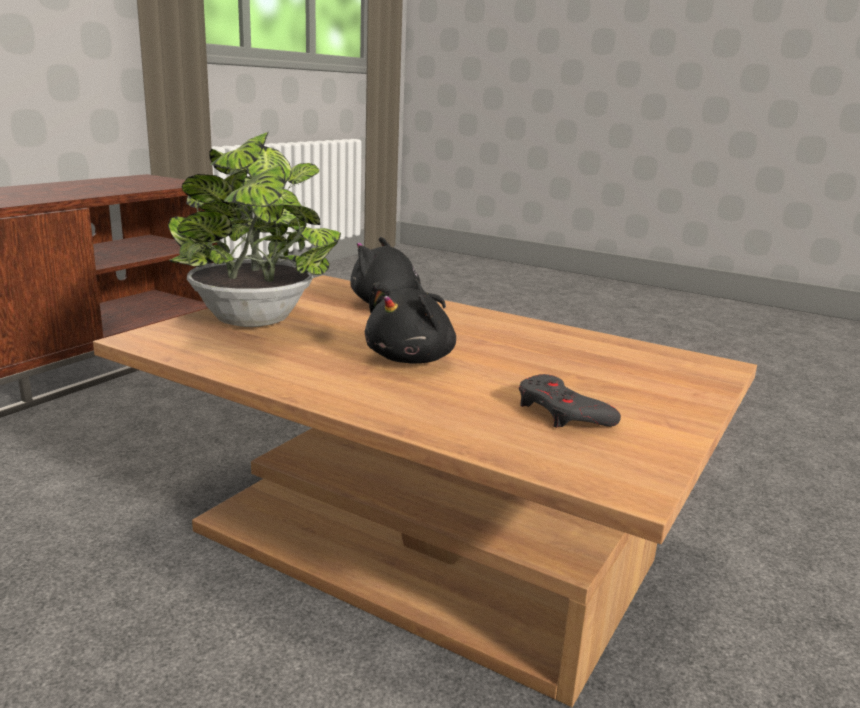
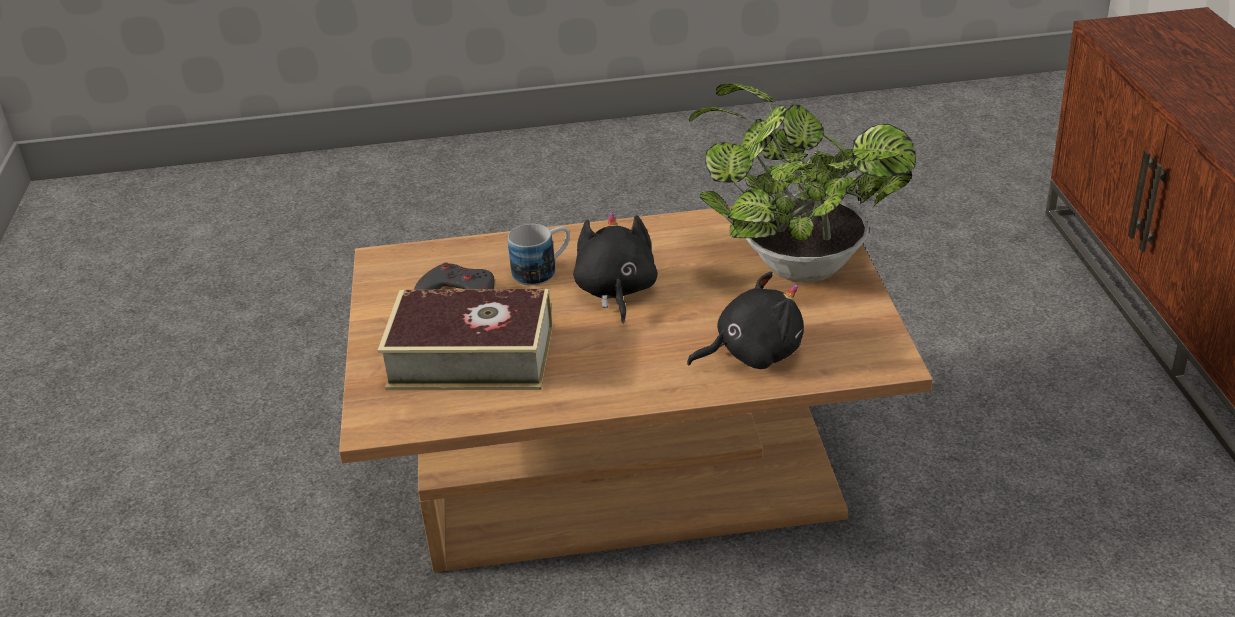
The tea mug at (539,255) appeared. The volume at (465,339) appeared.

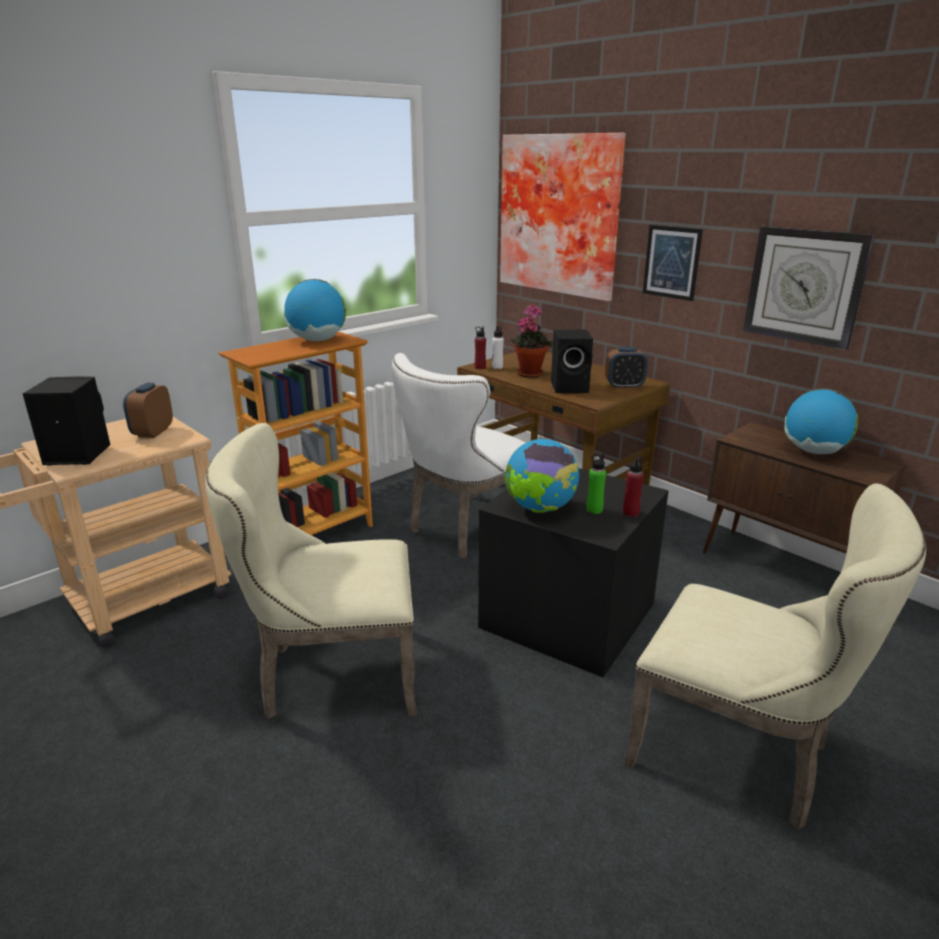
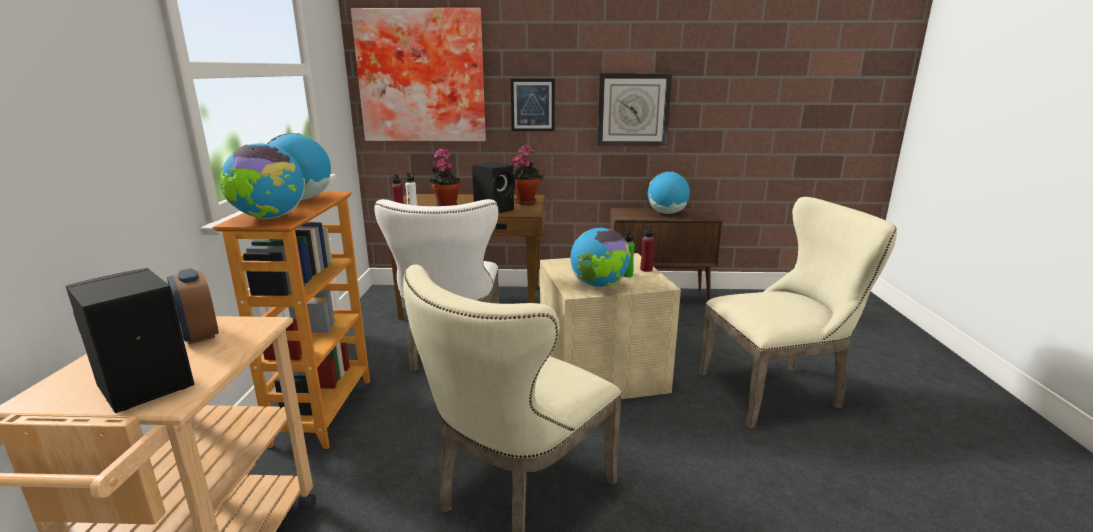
The bedside clock at (626,368) was replaced by the plant in a pot at (528,175). The black storage box at (573,572) became the beige-coloured storage box at (610,326). The world globe at (262,181) appeared.

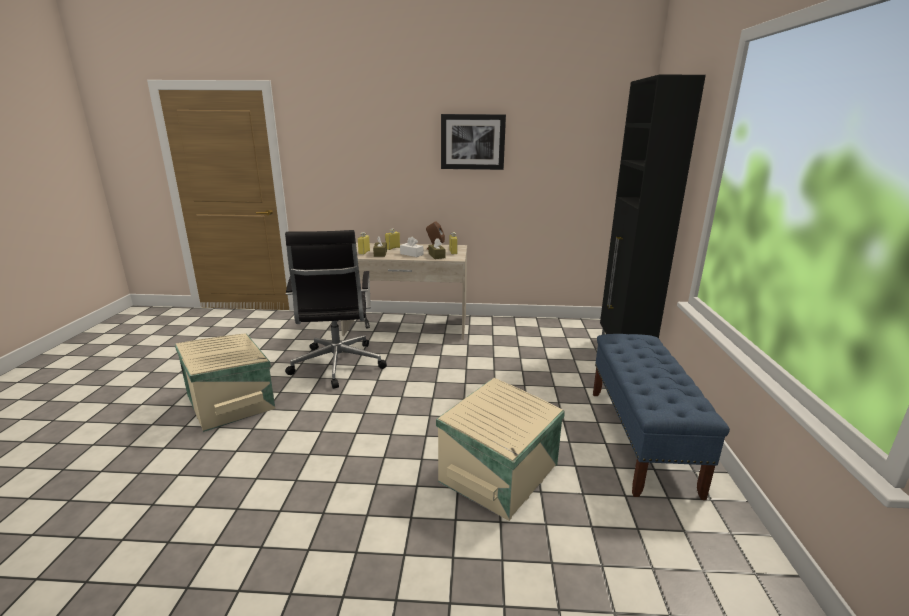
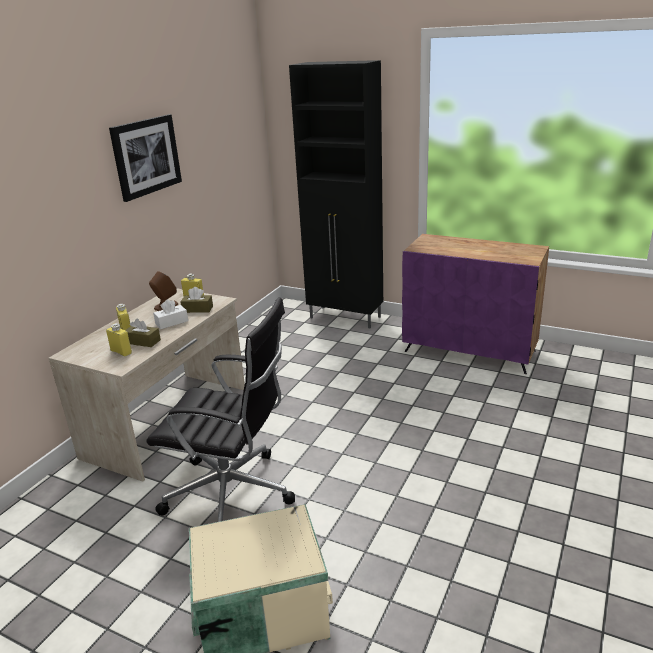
The bluish indoor bench at (661,417) was replaced by the purplish storage cabinet at (475,304). The beige-coloured storage box at (500,449) disappeared.

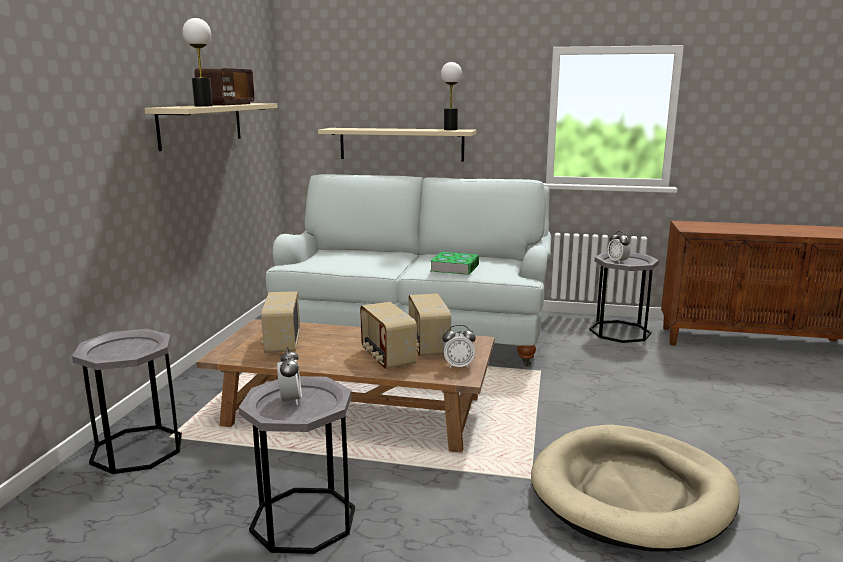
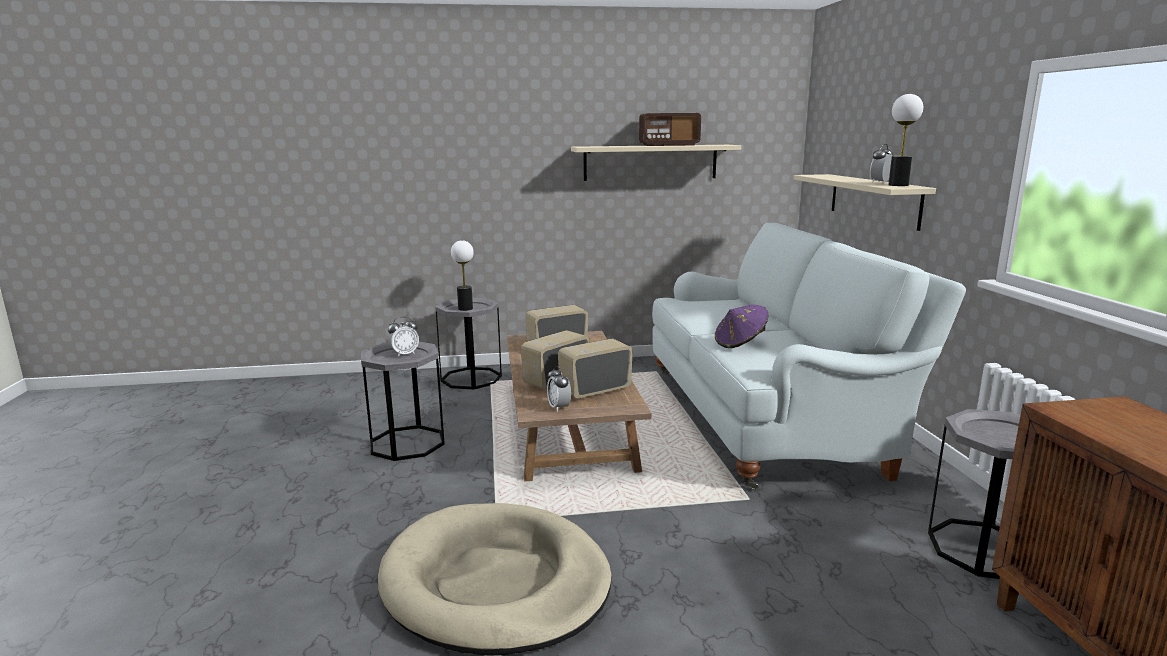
The table lamp moved from (198,62) to (462,275). The bedside clock moved from (619,247) to (881,163). The volume at (455,263) was replaced by the purplish clothing hat at (741,326).

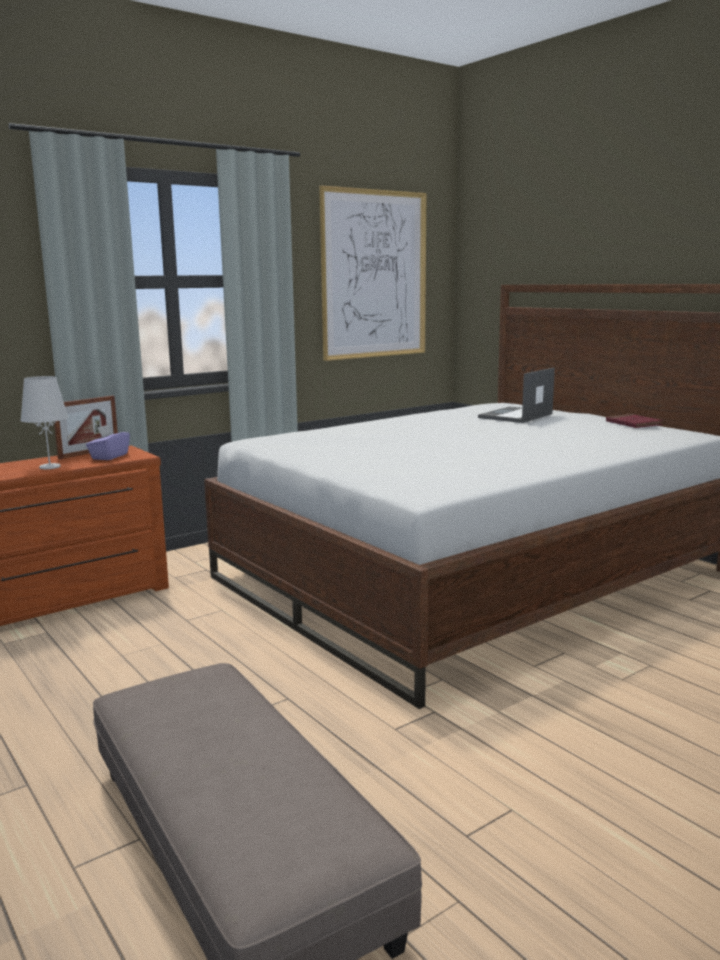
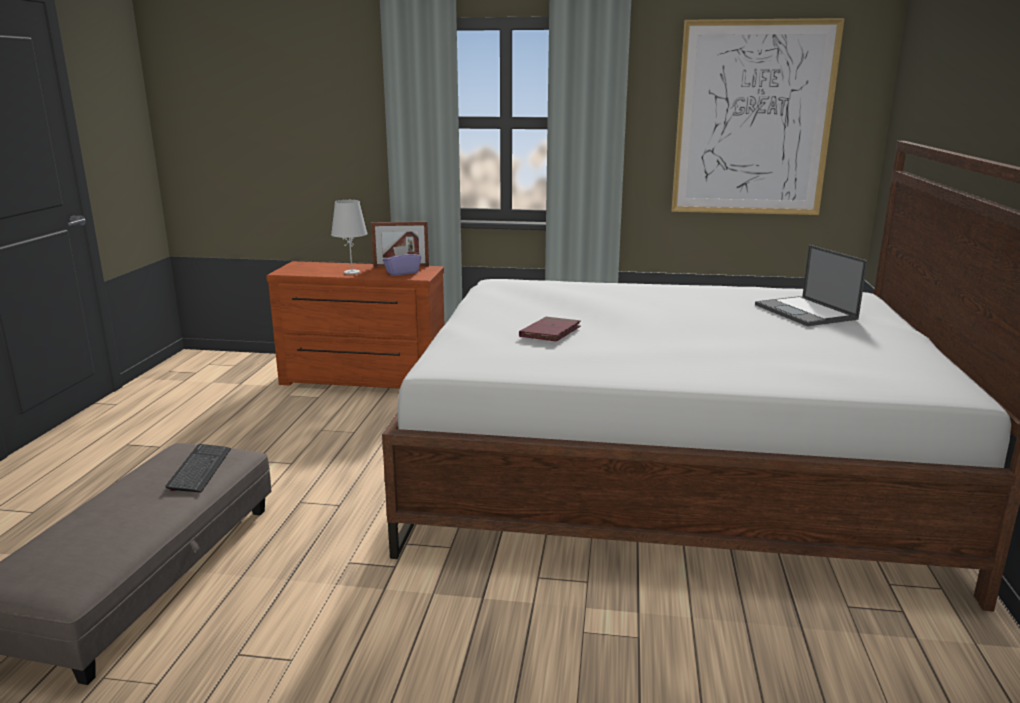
The portable computer at (516,395) turned 105 degrees counterclockwise. The red-coloured volume moved from (634,421) to (550,328). The keyboard at (198,468) appeared.

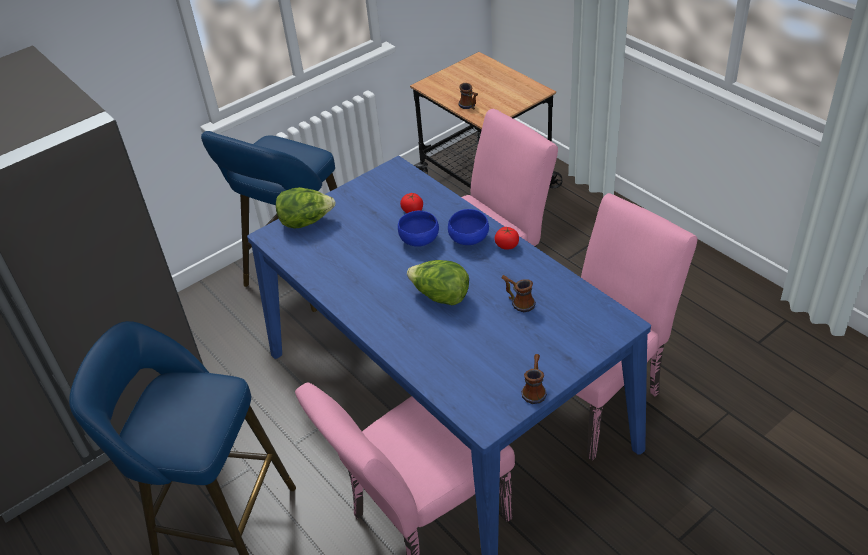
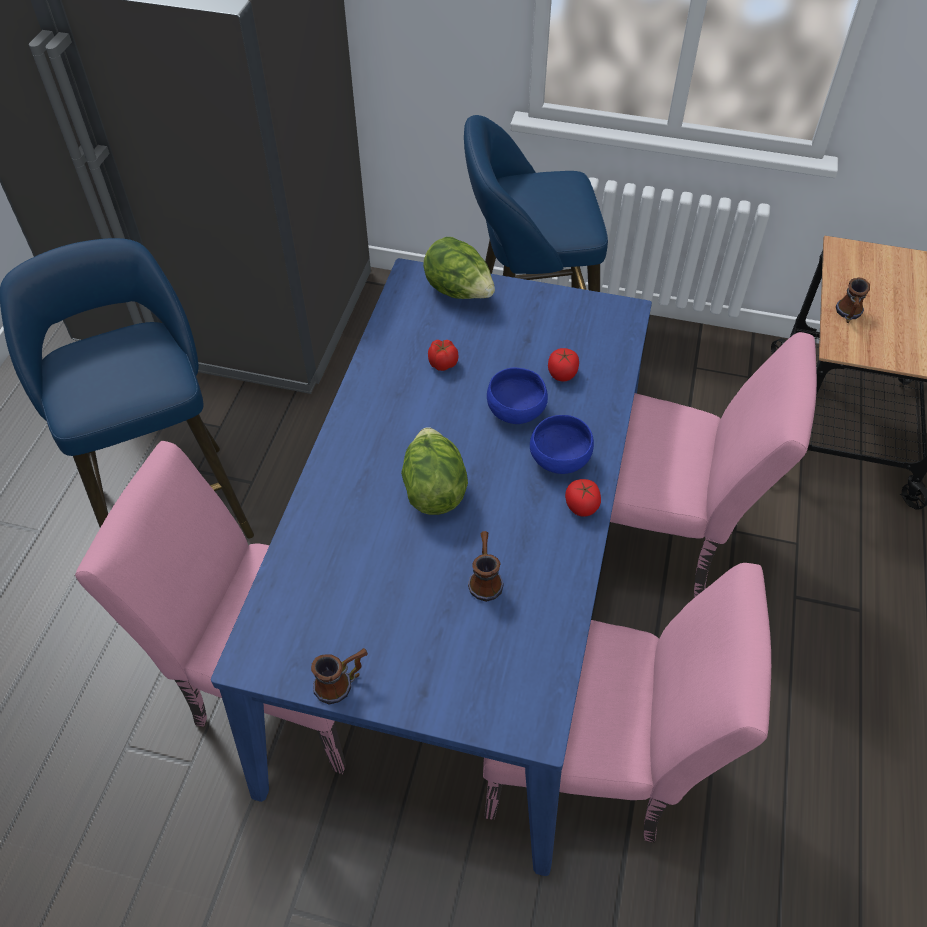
The fresh tomato at (443,355) appeared.

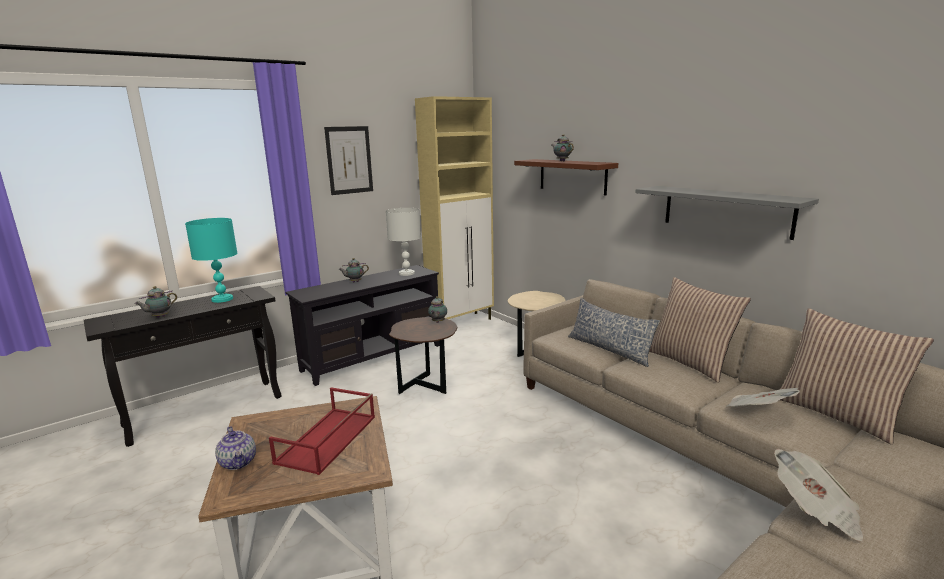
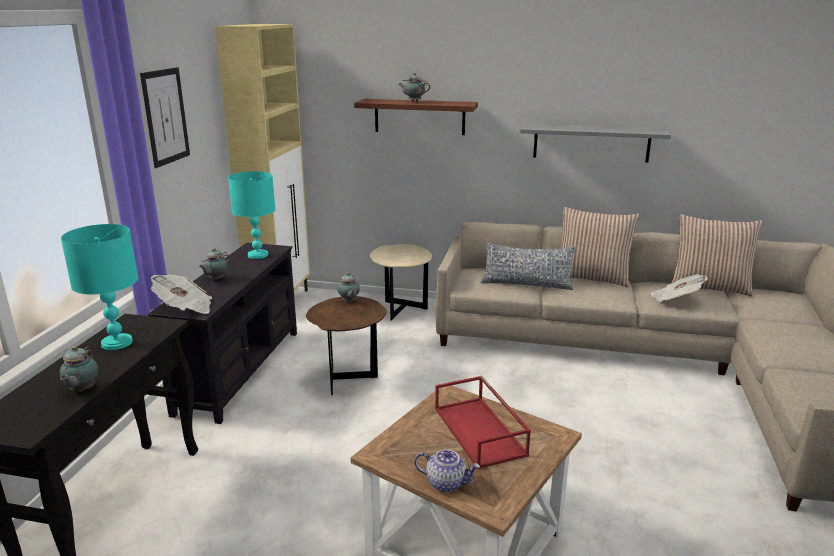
The white-coloured table lamp at (403,242) became the turquoise-coloured table lamp at (252,215). The printed paper moved from (818,495) to (181,294).

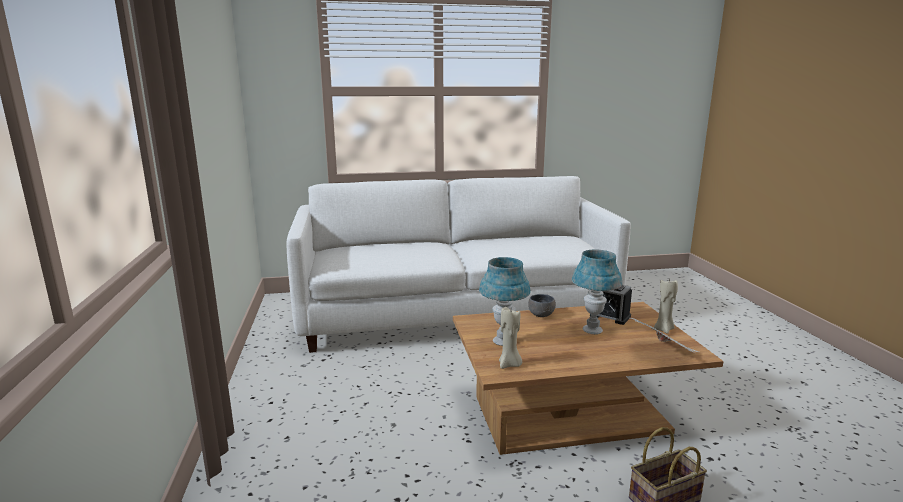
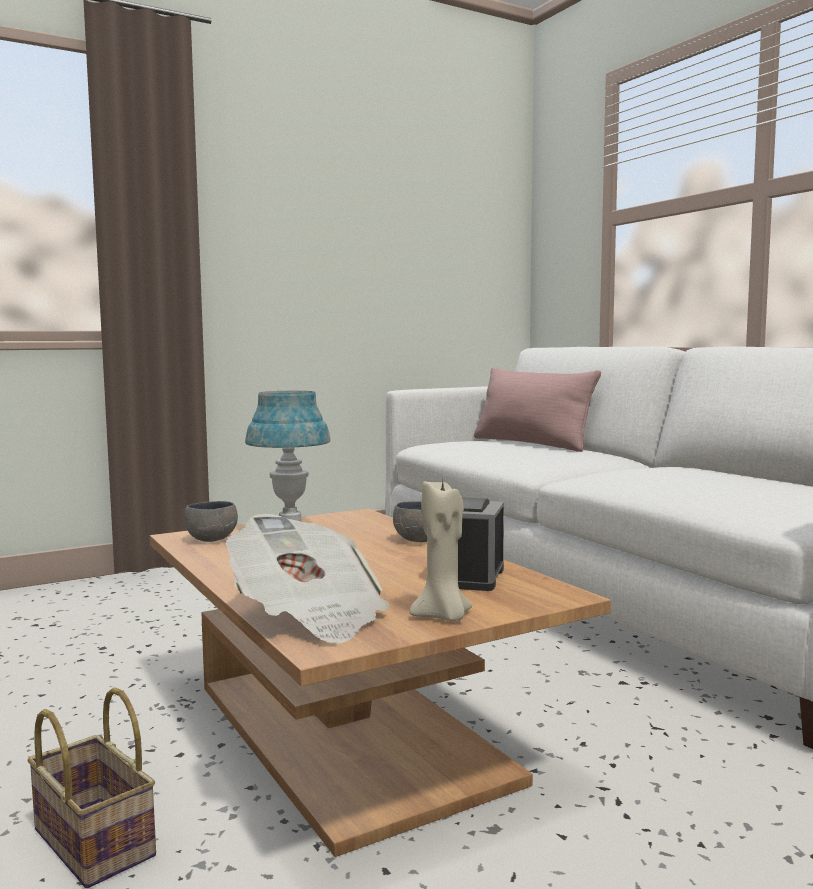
The bluish table lamp at (597,292) disappeared. The beige-coloured wax light at (510,338) was replaced by the greyish serving bowl at (211,521). The pinkish cushion at (537,409) appeared.

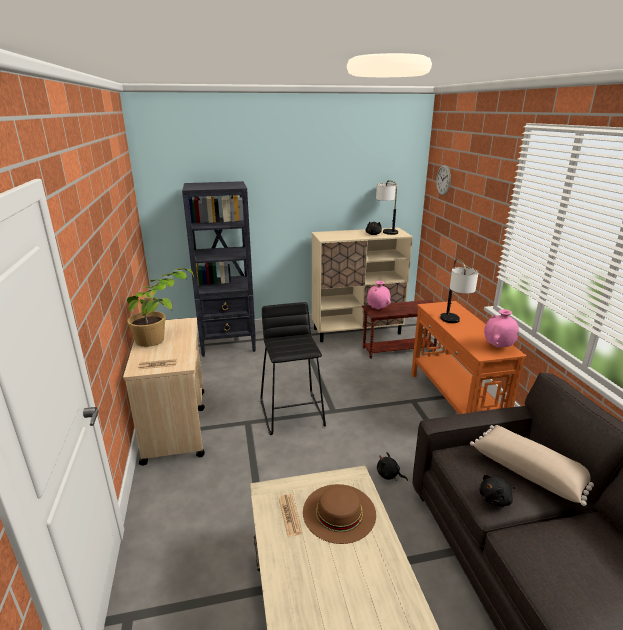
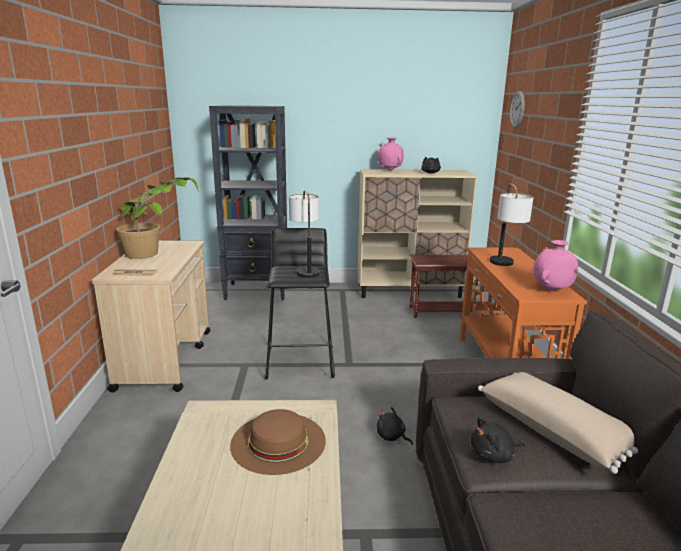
The table lamp moved from (387,207) to (304,234). The pinkish vase moved from (379,295) to (391,154). The printed paper at (290,515) disappeared.

